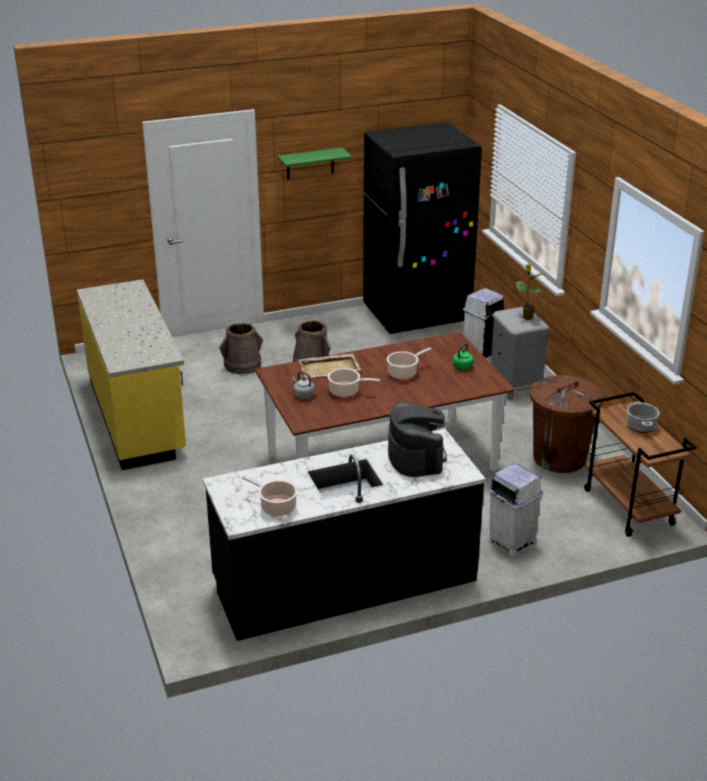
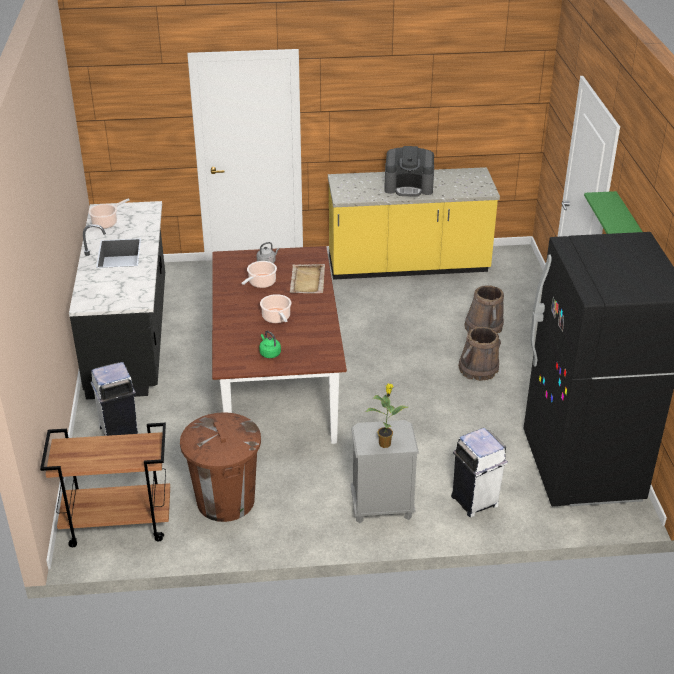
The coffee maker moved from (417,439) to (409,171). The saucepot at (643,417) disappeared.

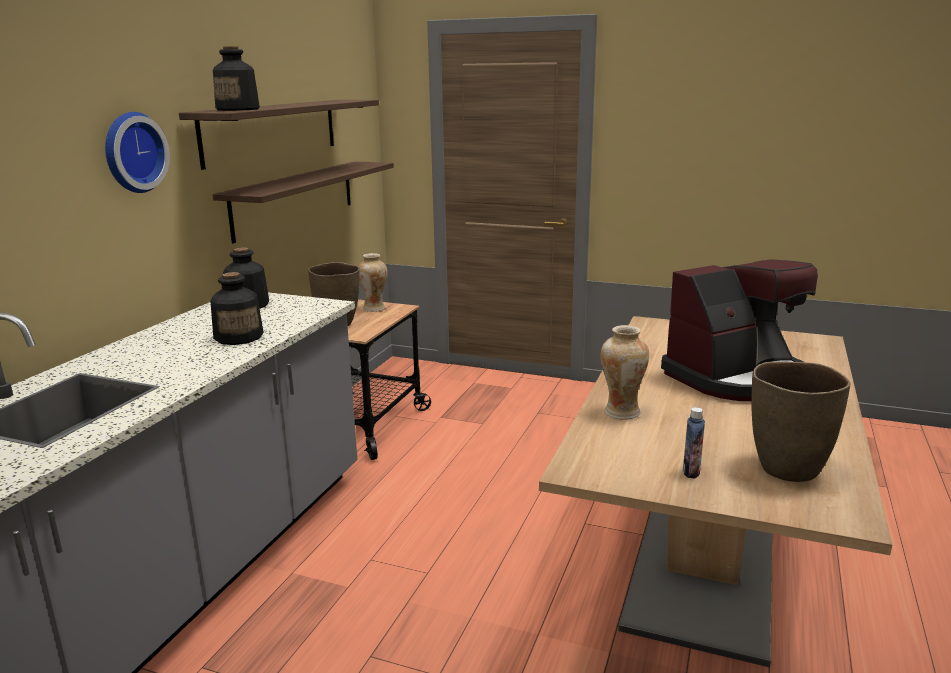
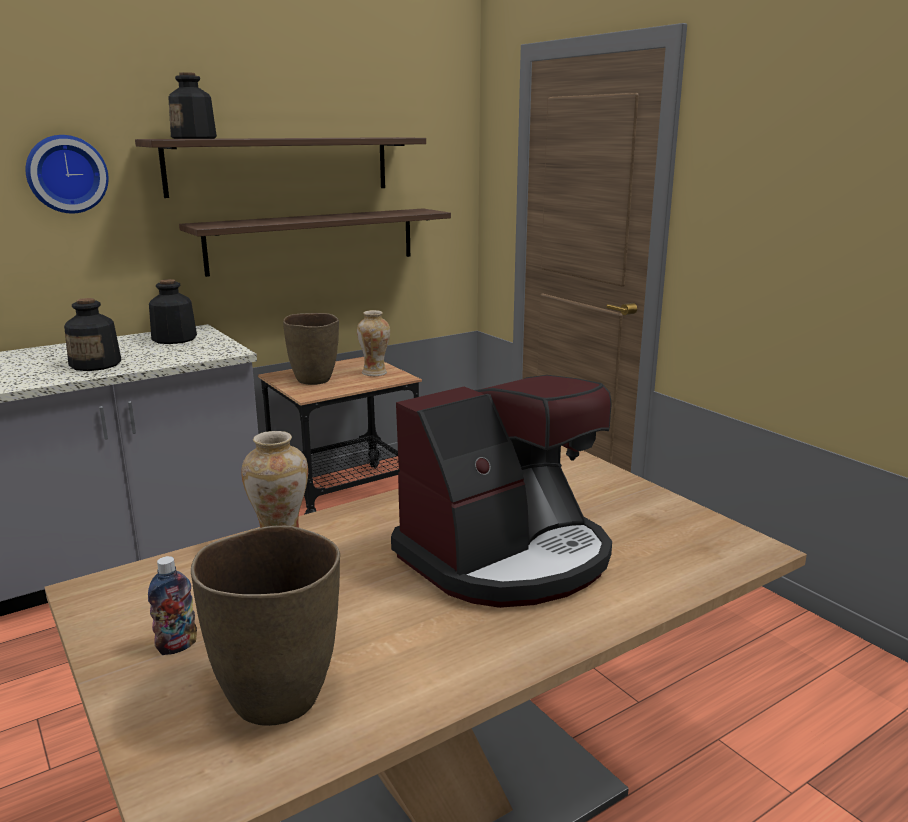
The coffee maker at (739,330) turned 45 degrees counterclockwise.

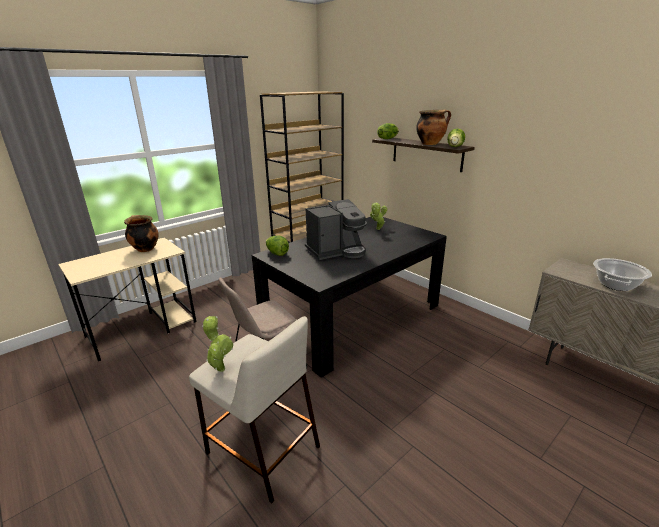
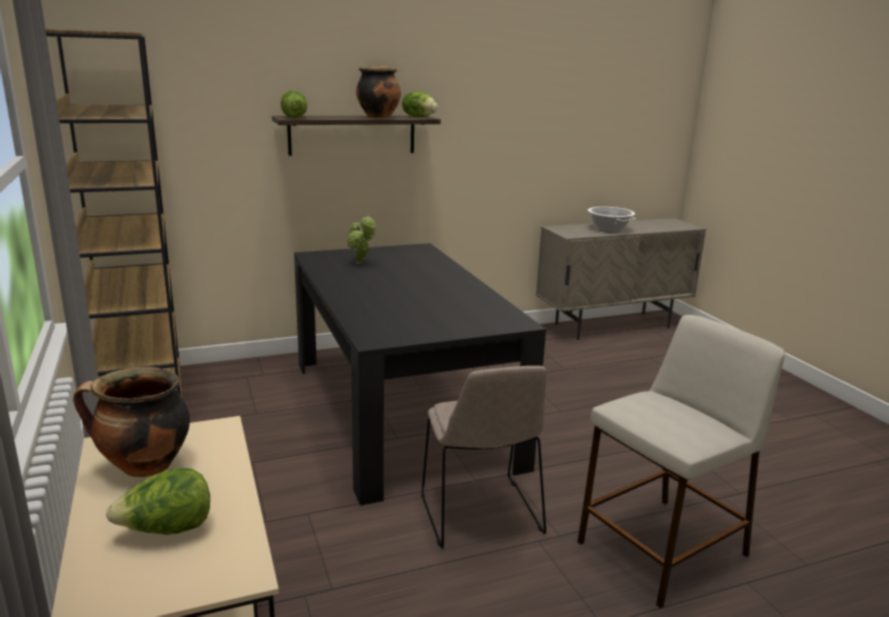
The coffee maker at (336,229) disappeared. The lettuce moved from (277,246) to (158,501). The plant in a pot at (217,344) disappeared.

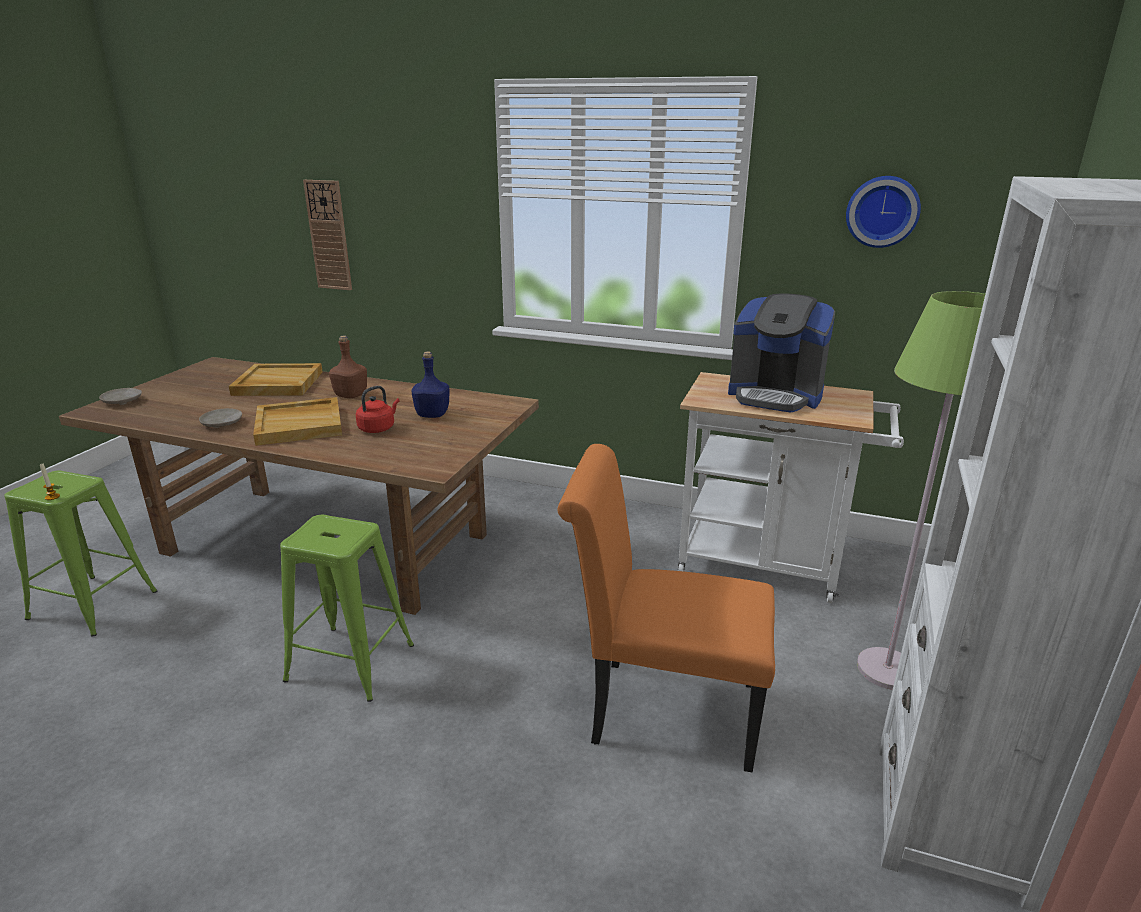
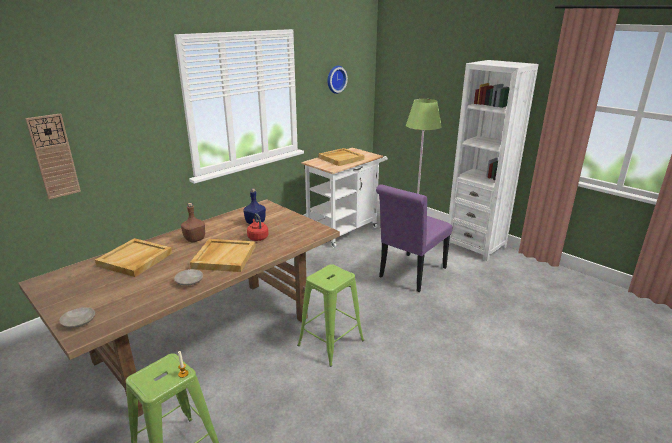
The coffee maker at (781,353) was replaced by the beige-coloured tray at (341,157). The orangey upright chair at (666,608) became the purplish upright chair at (414,238).

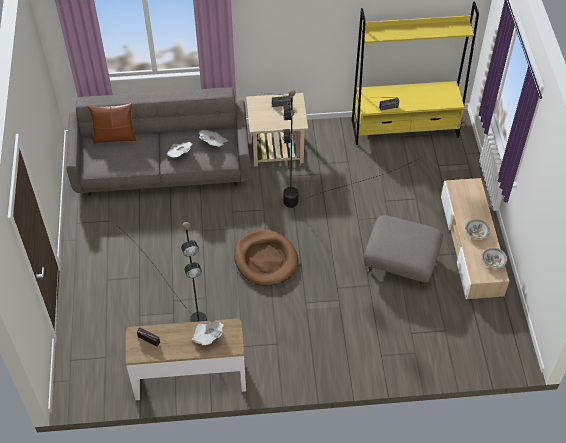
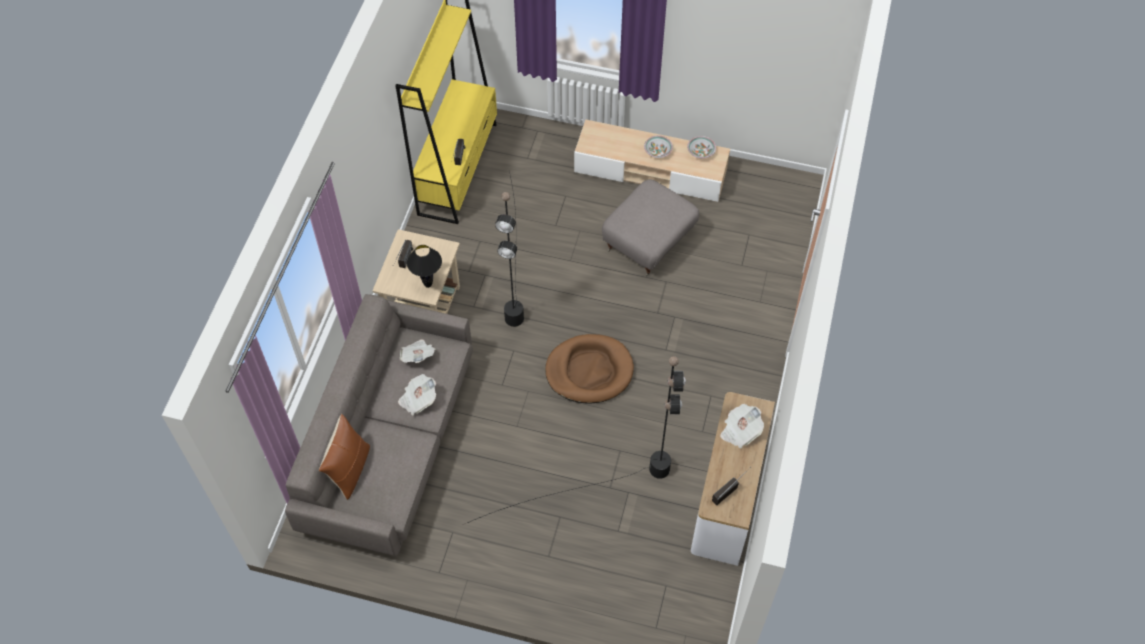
The black table lamp at (424,266) appeared.

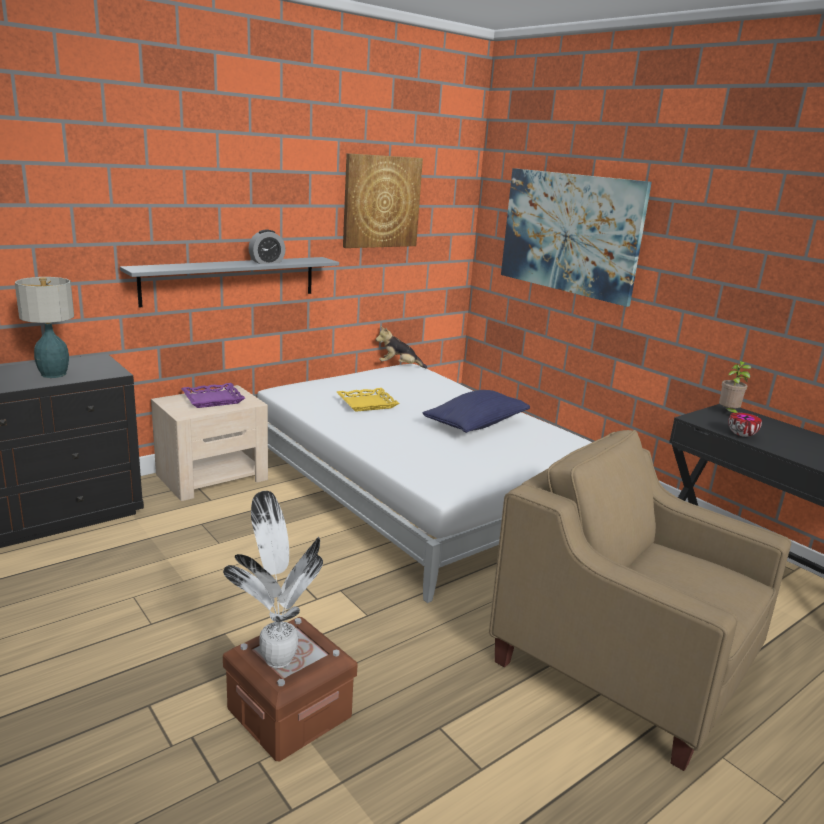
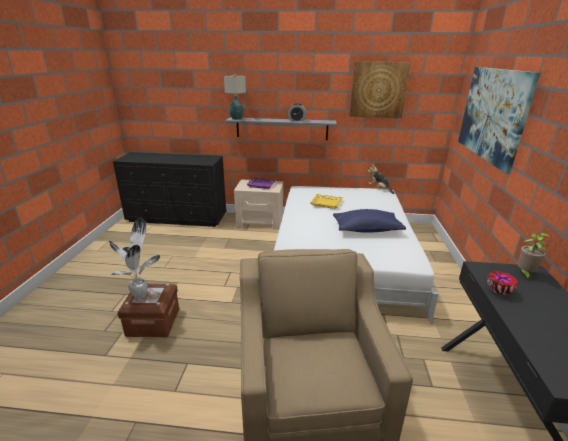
The table lamp moved from (44,327) to (235,97).

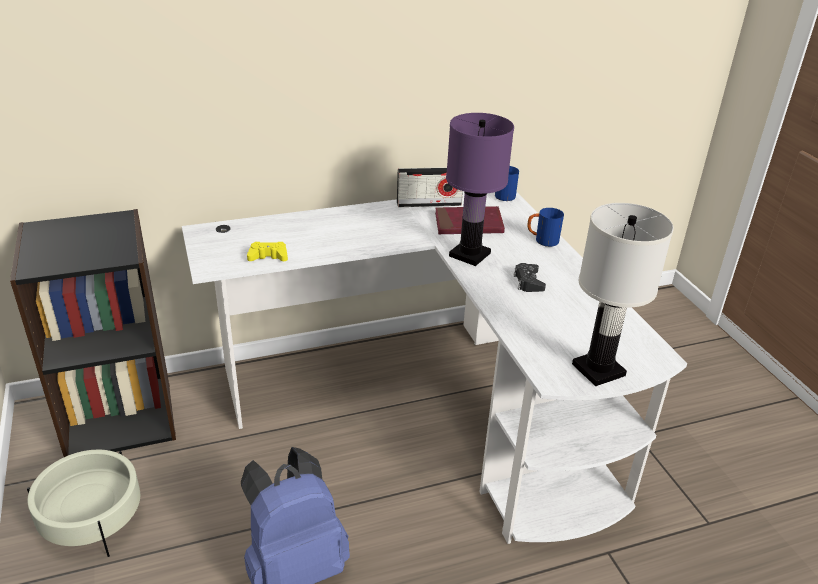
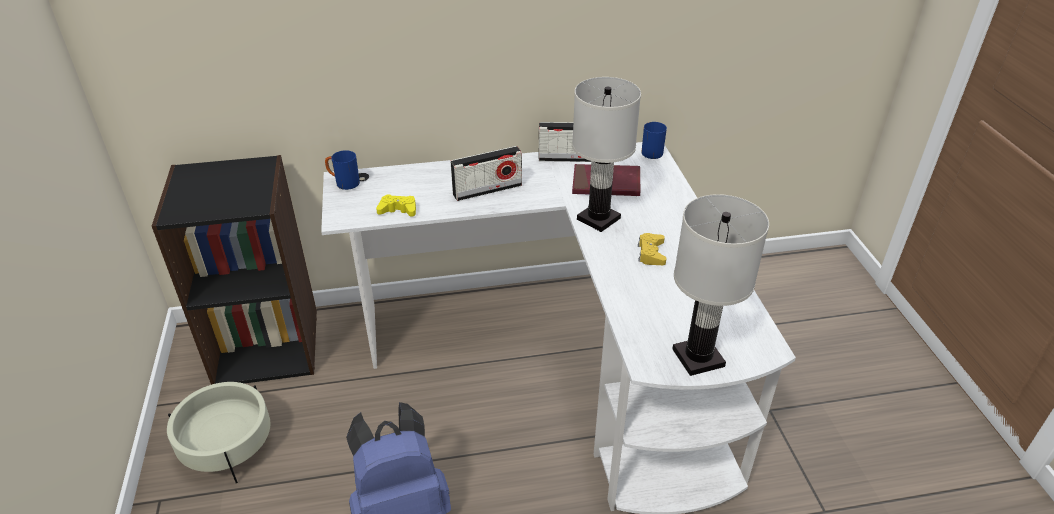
The purplish table lamp at (480,189) became the white-coloured table lamp at (606,154). The bluish tea mug moved from (545,227) to (342,170). The black game controller at (529,277) became the yellow game controller at (652,249). The radio set at (486,173) appeared.

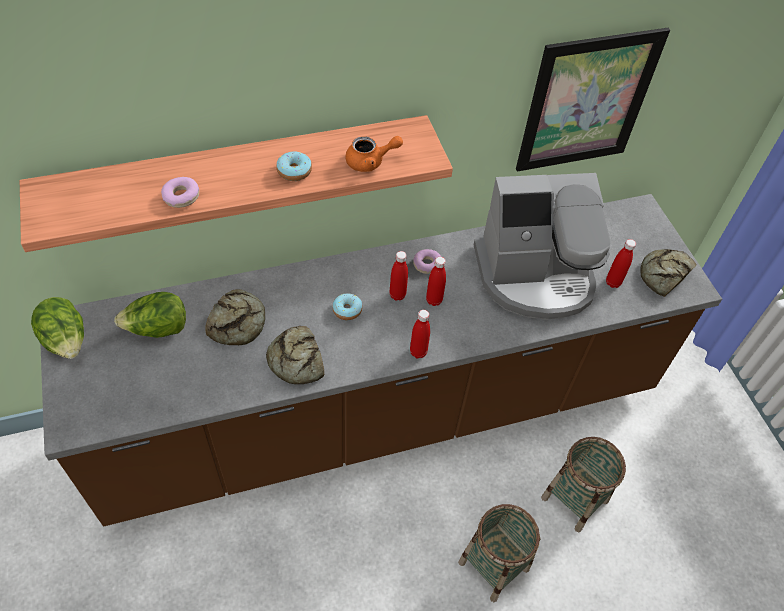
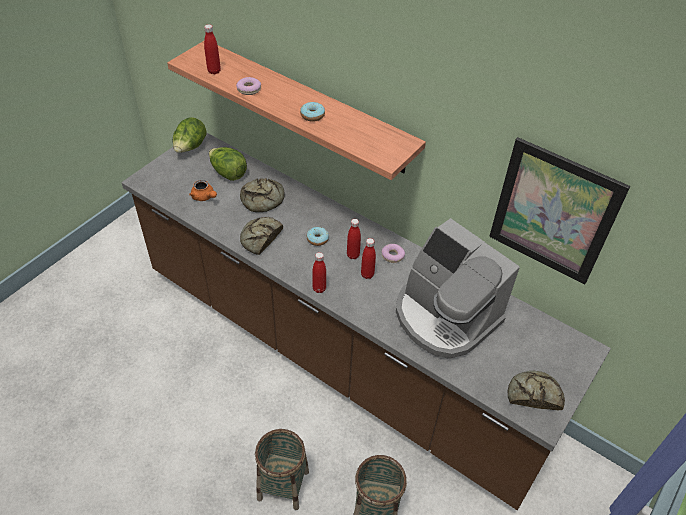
The orangey teapot moved from (374,154) to (203,190). The red-coloured bottle moved from (621,263) to (212,49).

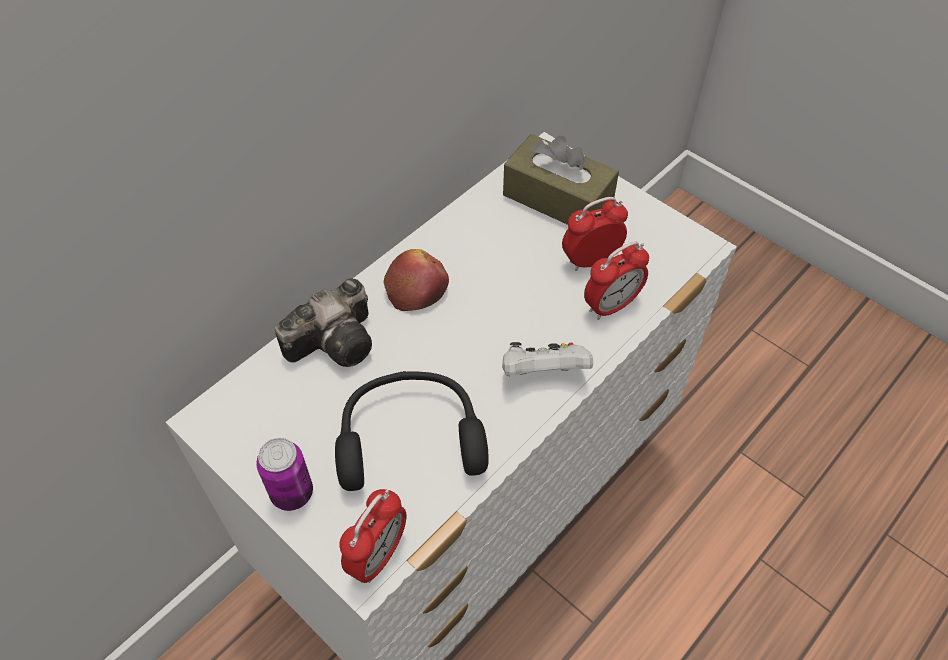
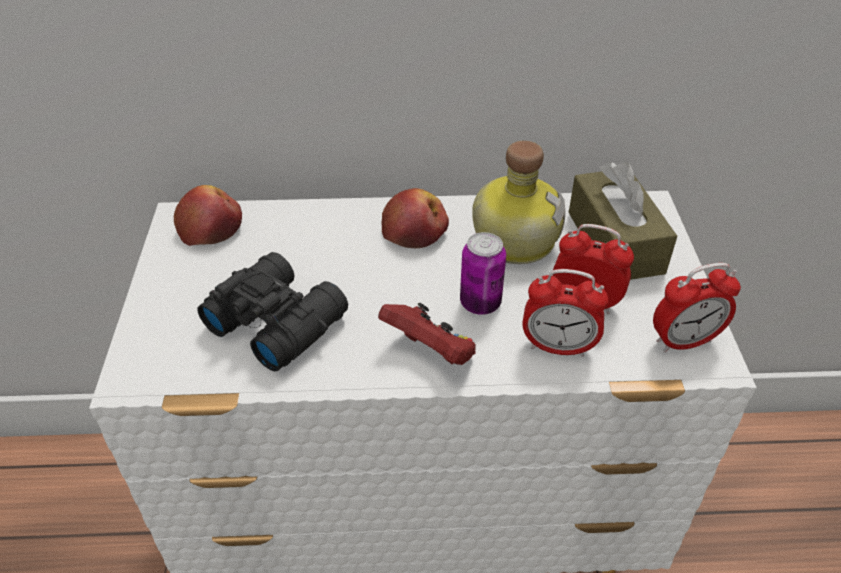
The photo camera at (323,322) disappeared. The white-coloured game controller at (547,359) became the red-coloured game controller at (427,334). The black pair of headphones at (412,431) was replaced by the black pair of binoculars at (272,311). The metal can moved from (284,474) to (483,273). The bedside clock moved from (373,536) to (697,307). The bottle at (518,202) appeared. The whole apple at (208,215) appeared.

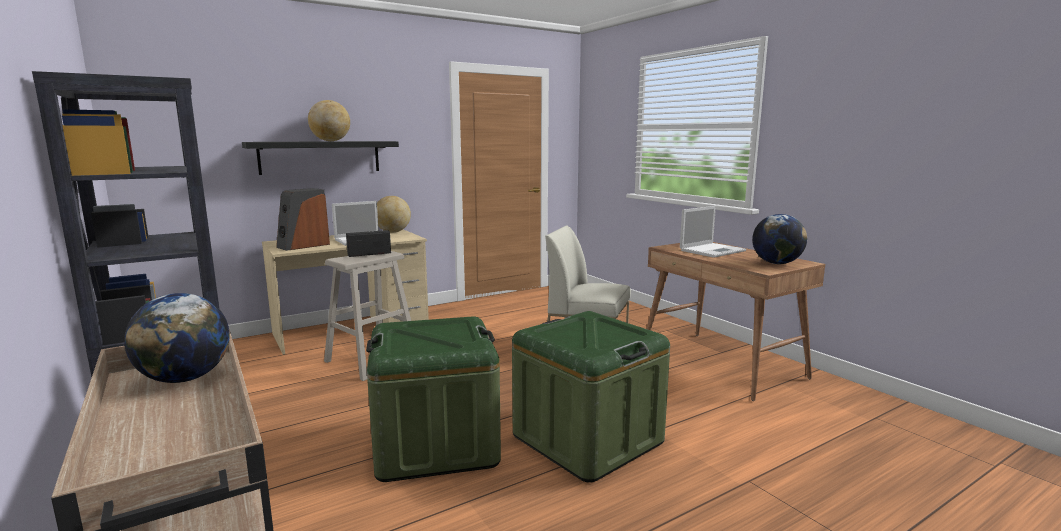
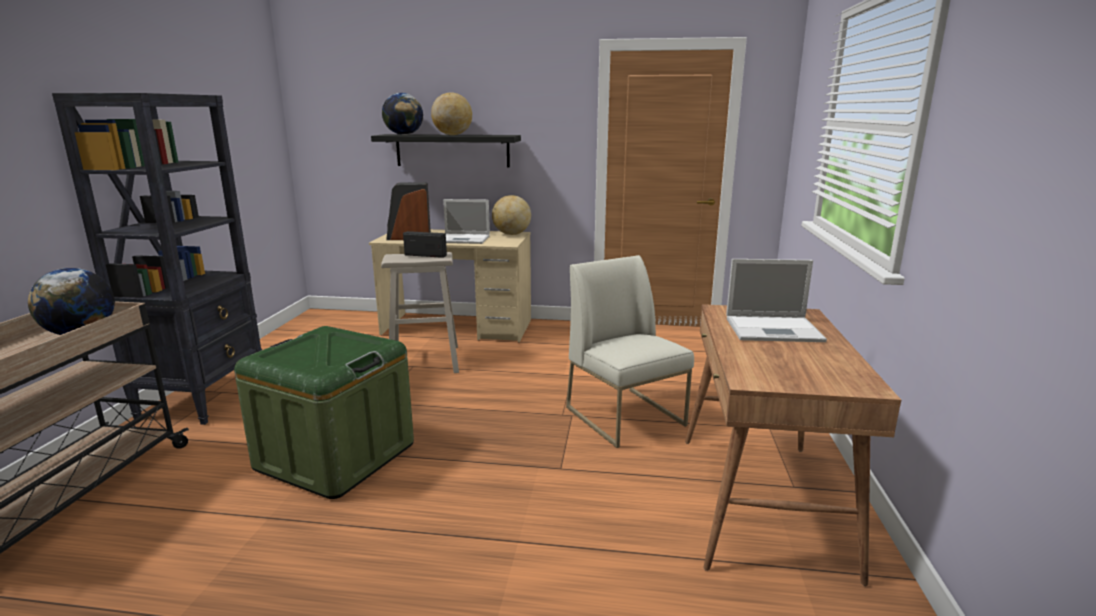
The world globe moved from (779,239) to (402,114). The green storage box at (591,397) disappeared.

